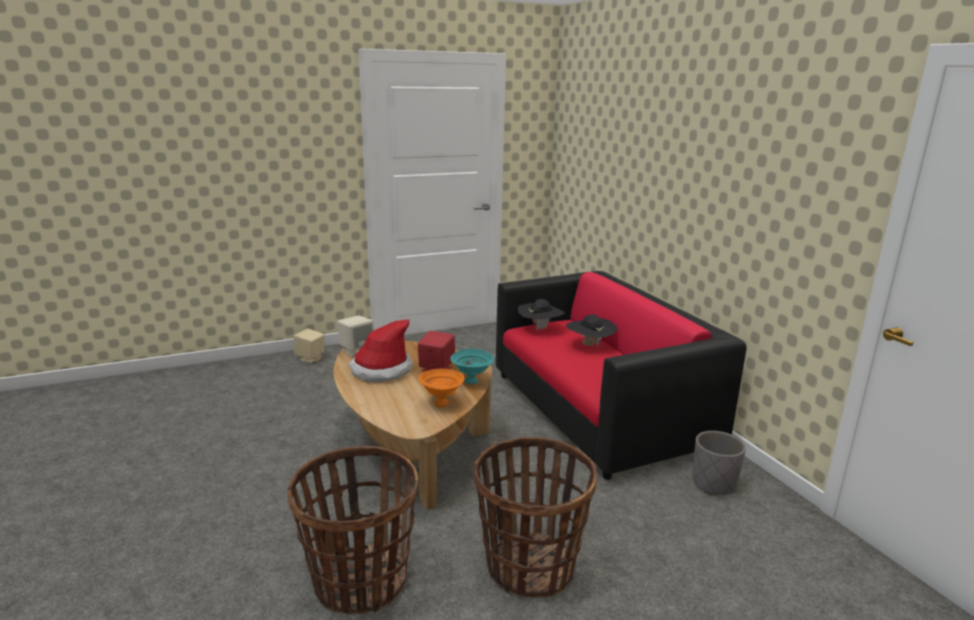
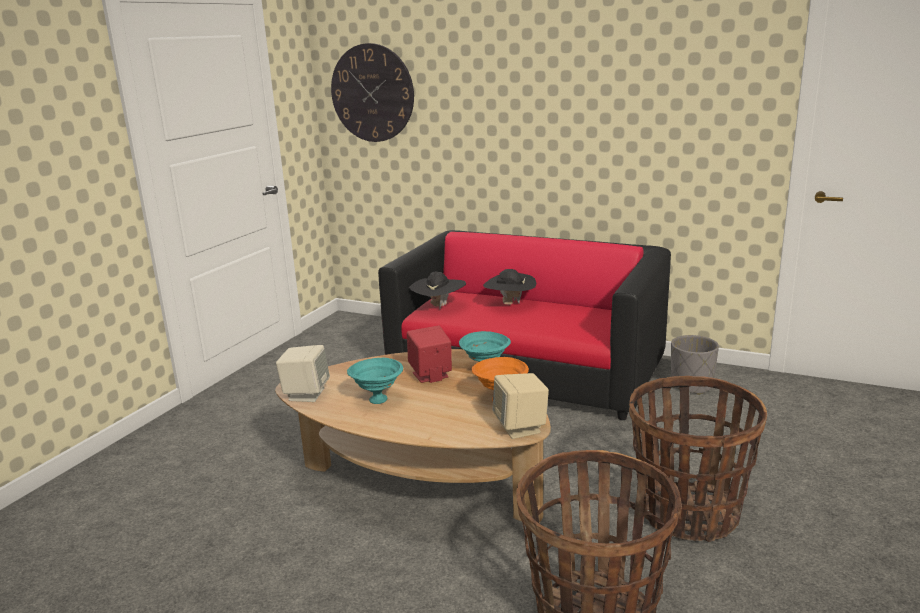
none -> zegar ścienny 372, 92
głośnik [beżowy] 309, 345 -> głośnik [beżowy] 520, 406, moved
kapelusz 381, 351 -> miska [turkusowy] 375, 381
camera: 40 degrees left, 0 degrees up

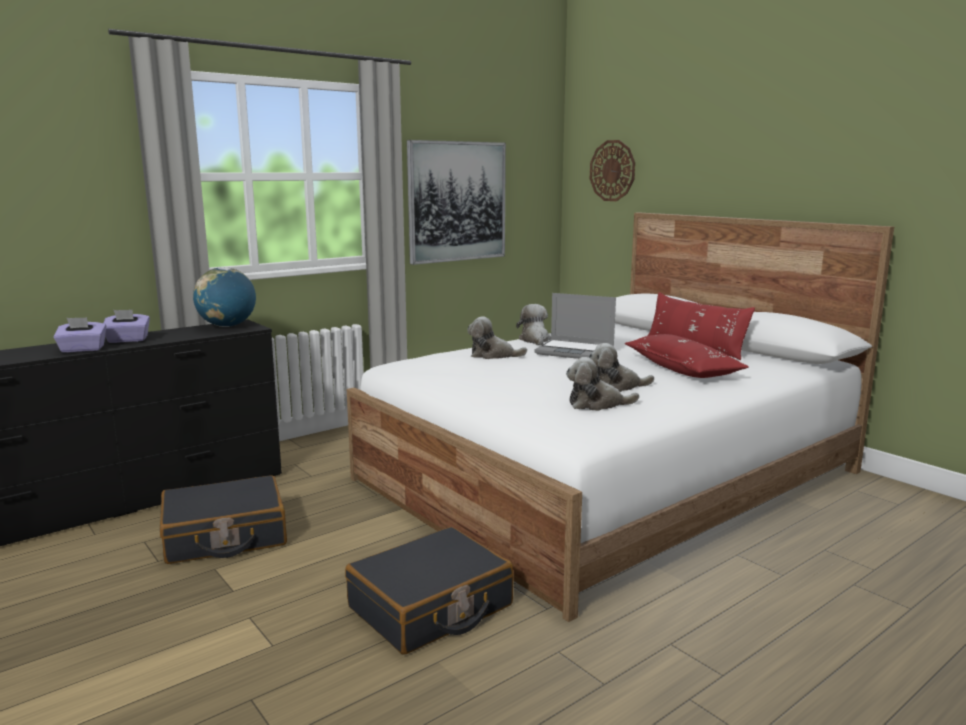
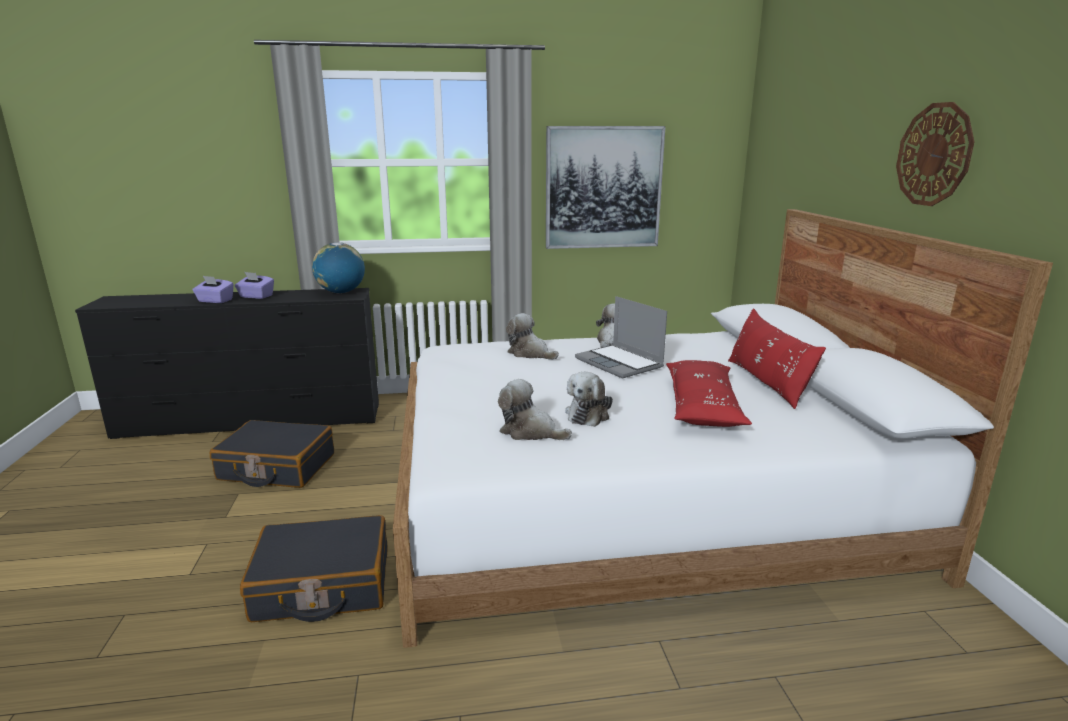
zegar ścienny 612, 170 -> zegar ścienny 935, 154, moved
pluszak 621, 367 -> pluszak 589, 399, 90 degrees counterclockwise
camera: 30 degrees right, 5 degrees up

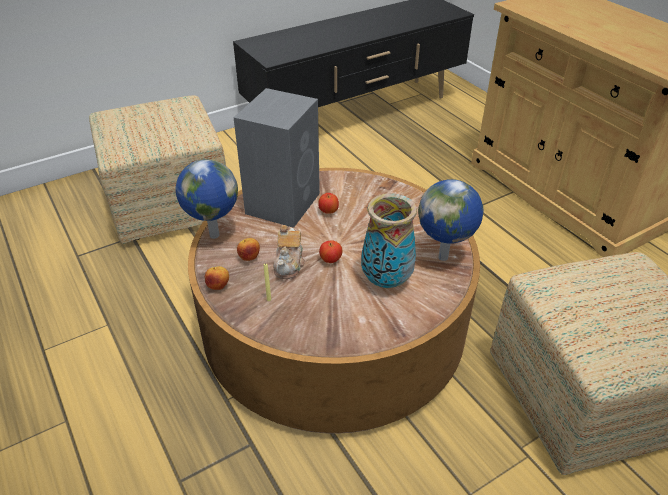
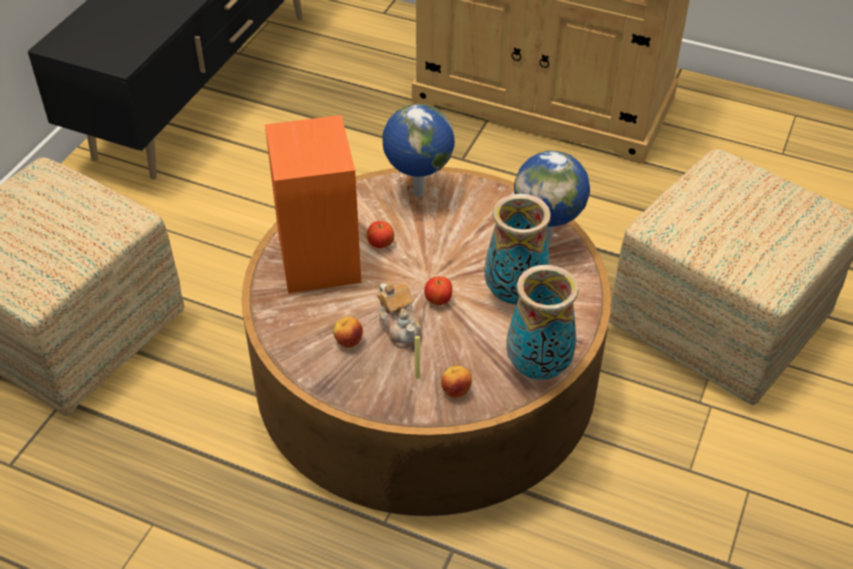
none -> wazon 542, 322
globus 206, 199 -> globus 418, 150, moved
jabłko 217, 278 -> jabłko 456, 382, moved
głośnik [szary] 276, 158 -> głośnik [pomarańczowy] 313, 204
camera: 35 degrees left, 5 degrees up

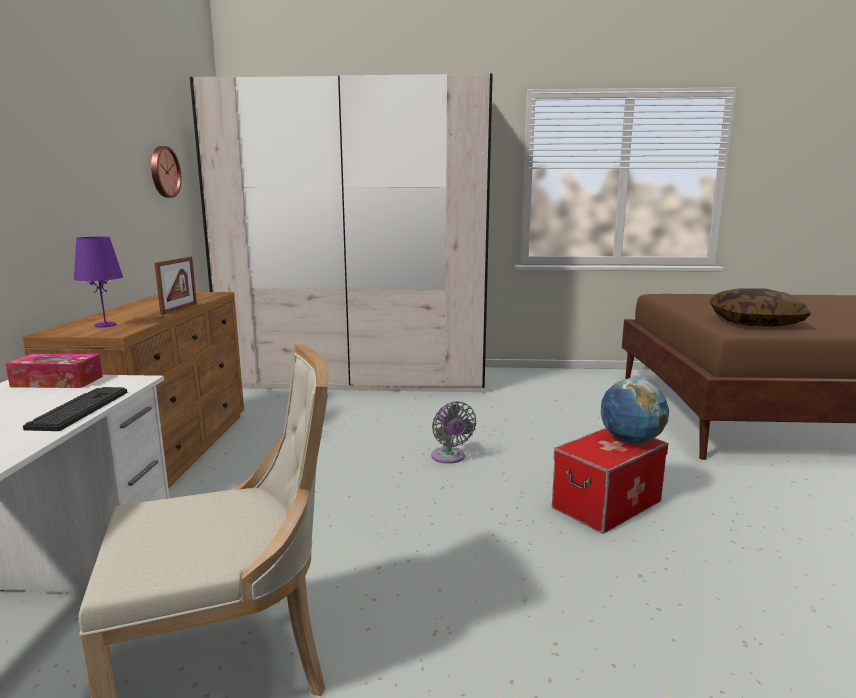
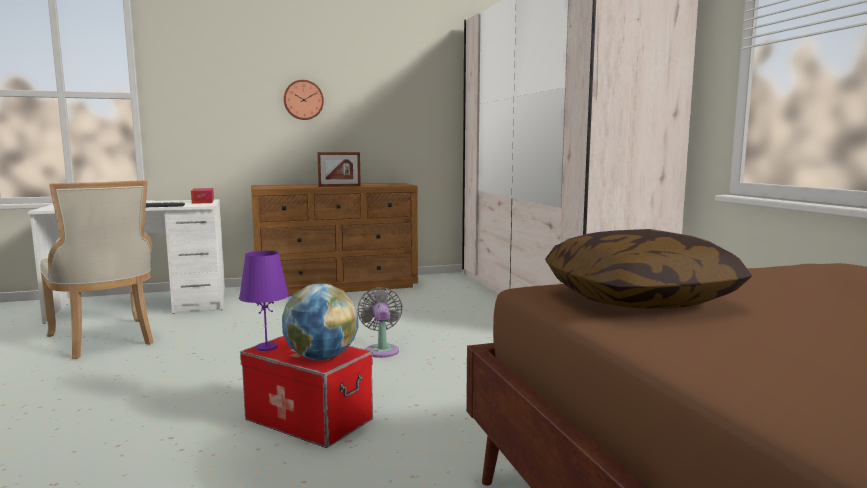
lampa stołowa [fioletowy] 98, 282 -> lampa stołowa [fioletowy] 264, 301, moved
zegar ścienny 166, 172 -> zegar ścienny 304, 100, moved
wentylator [szary] 454, 432 -> wentylator [szary] 380, 322, 120 degrees clockwise
camera: 70 degrees right, 5 degrees down

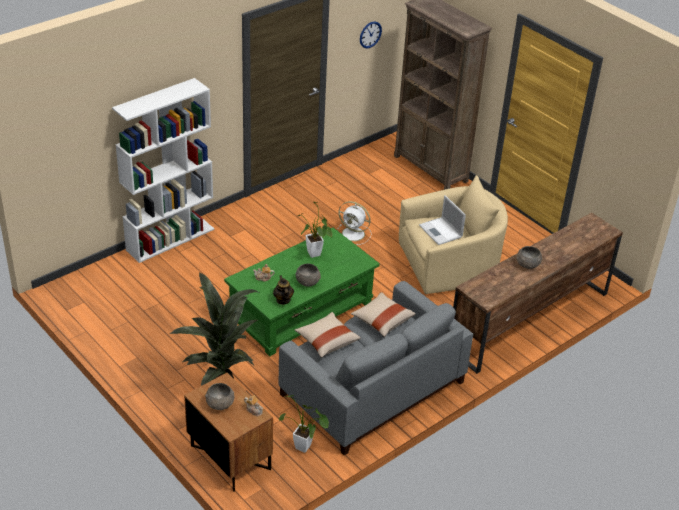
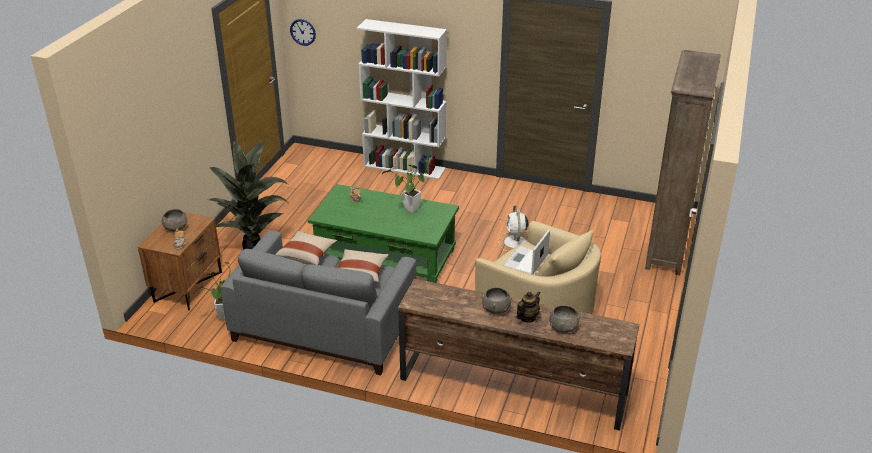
imbryk 283, 290 -> imbryk 528, 307, moved
miska [szary] 308, 275 -> miska [szary] 564, 319, moved
zegar ścienny 371, 34 -> zegar ścienny 303, 32, moved
camera: 60 degrees right, 5 degrees down

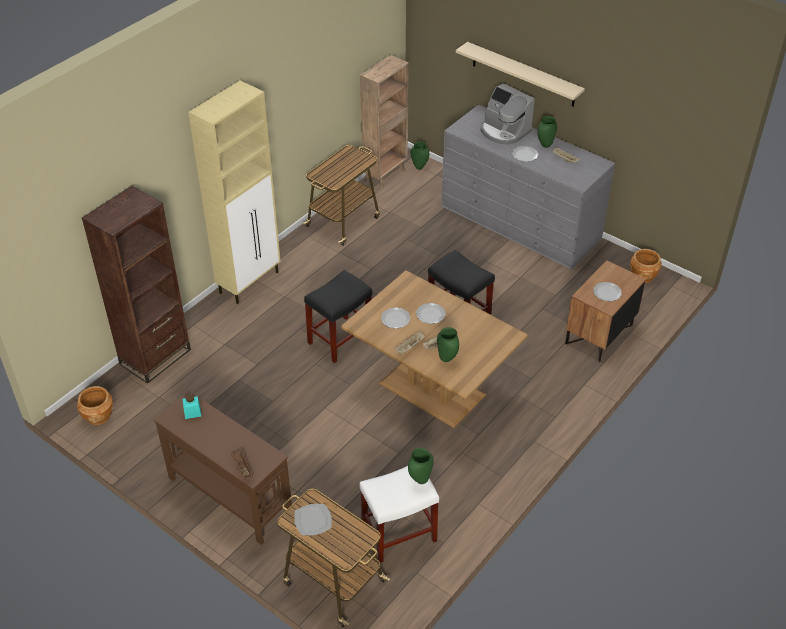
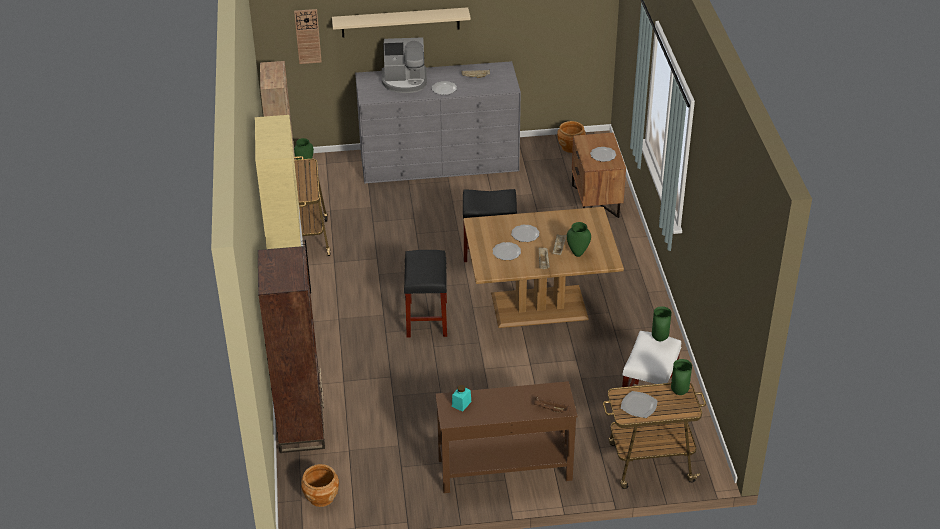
none -> zegar ścienny 308, 36
wazon [zielony] 547, 132 -> wazon [zielony] 681, 377, moved
camera: 45 degrees left, 5 degrees down

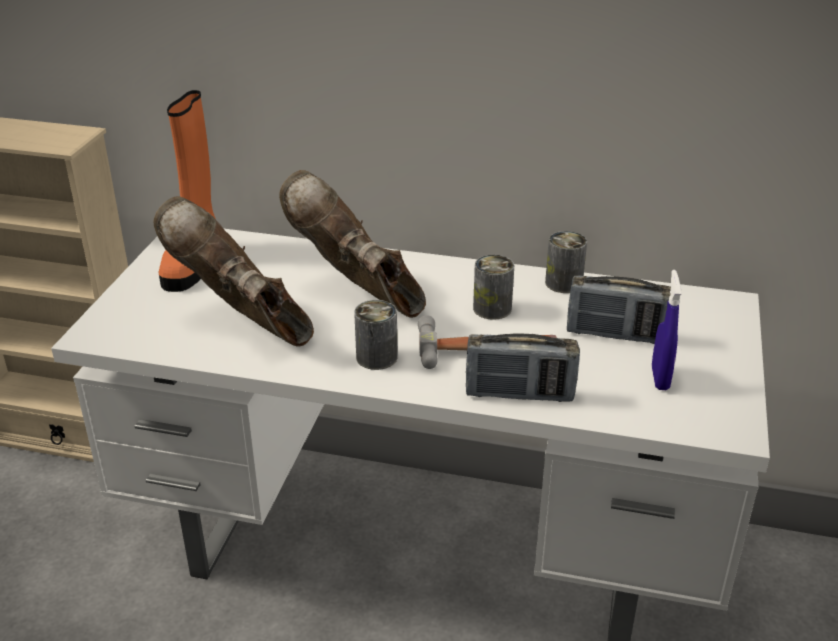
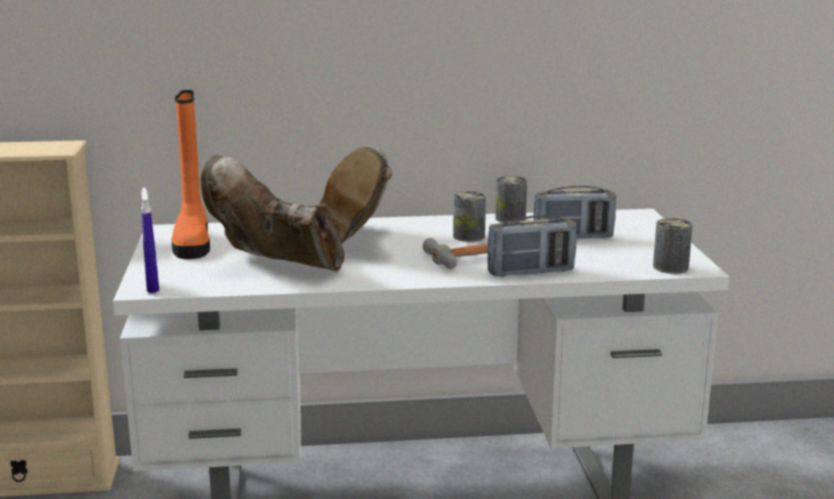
puszka 376, 335 -> puszka 673, 246, moved
spryskiwacz [niebieski] 666, 330 -> spryskiwacz [niebieski] 150, 240, moved
but z cholewką [brązowy] 352, 244 -> but z cholewką [brązowy] 355, 194, 105 degrees counterclockwise
camera: 20 degrees left, 15 degrees down

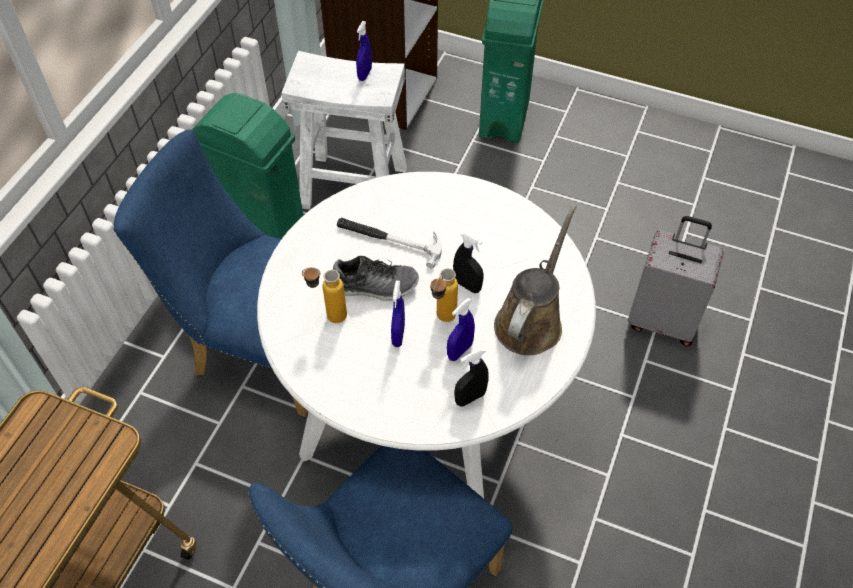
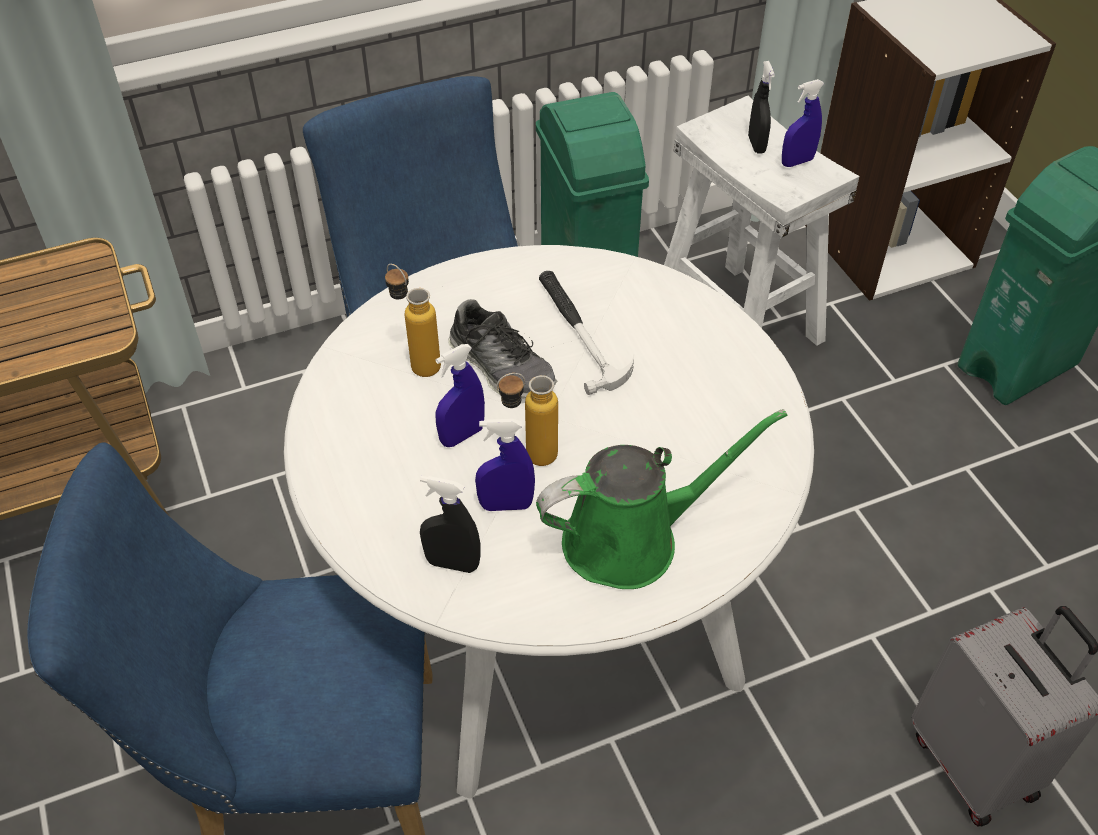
spryskiwacz [czarny] 468, 262 -> spryskiwacz [czarny] 761, 107, moved
konewka [brązowy] 535, 279 -> konewka [zielony] 661, 499
camera: 45 degrees right, 5 degrees down

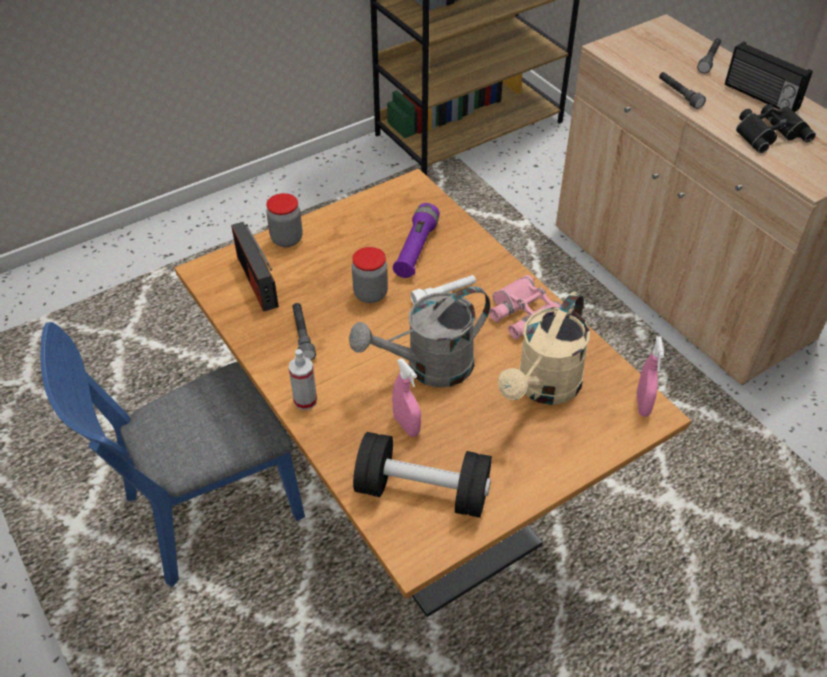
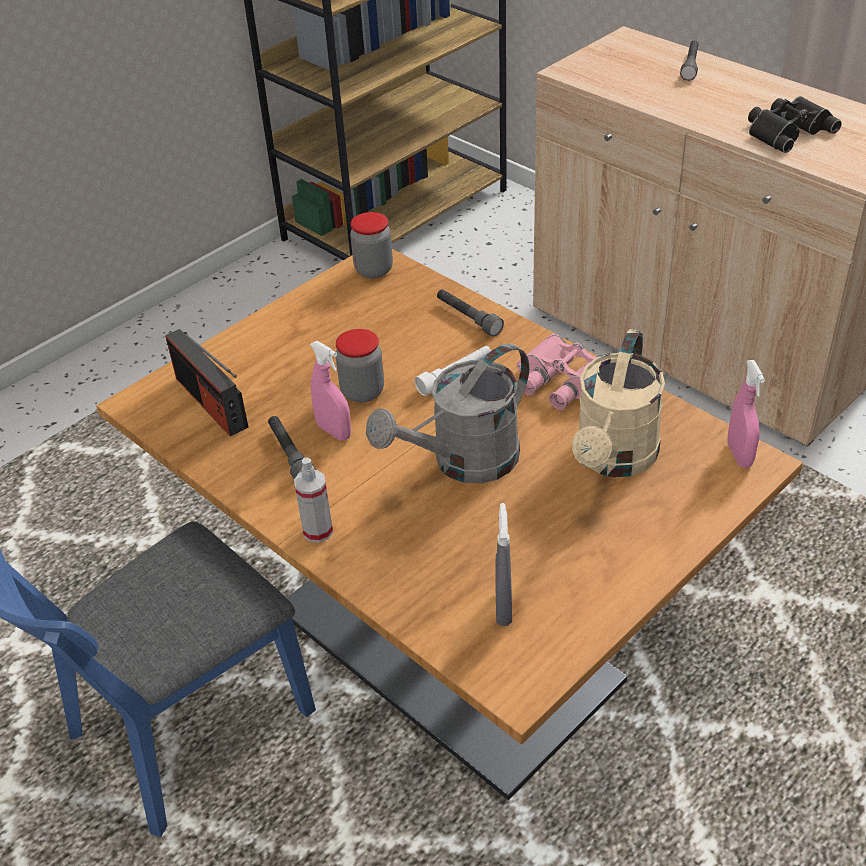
latarka [fioletowy] 416, 240 -> none
radio 769, 76 -> none
słoik 284, 220 -> słoik 371, 245, moved
spryskiwacz [różowy] 406, 397 -> spryskiwacz [różowy] 330, 390, moved
latarka [szary] 682, 90 -> latarka [szary] 470, 313, moved
hantel [czarny] 422, 475 -> spryskiwacz [szary] 503, 564
camera: 10 degrees left, 5 degrees down

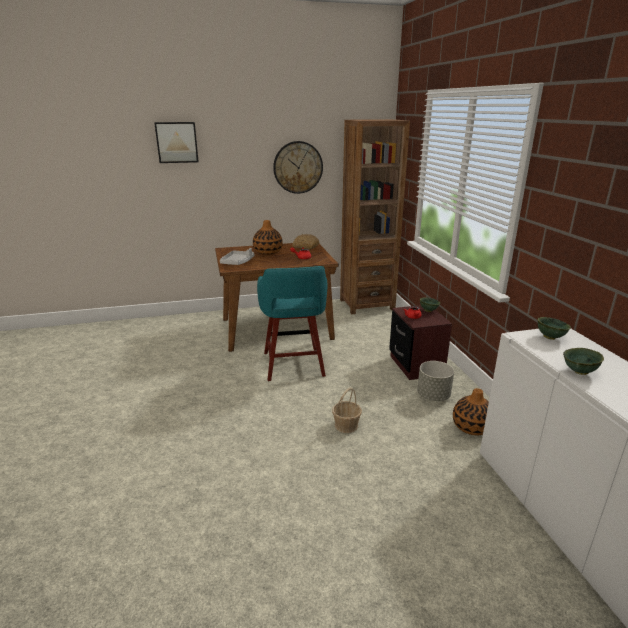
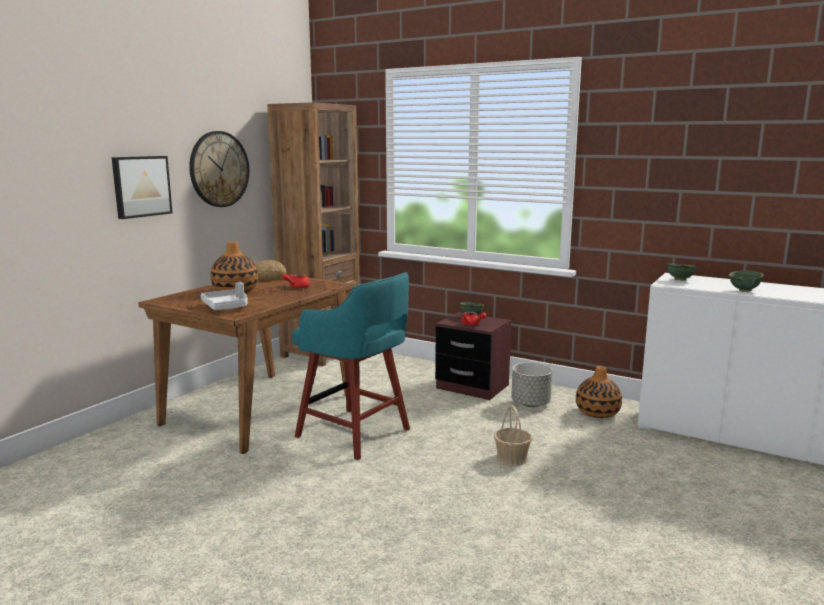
obraz 176, 142 -> obraz 142, 187, moved
camera: 45 degrees left, 10 degrees down

